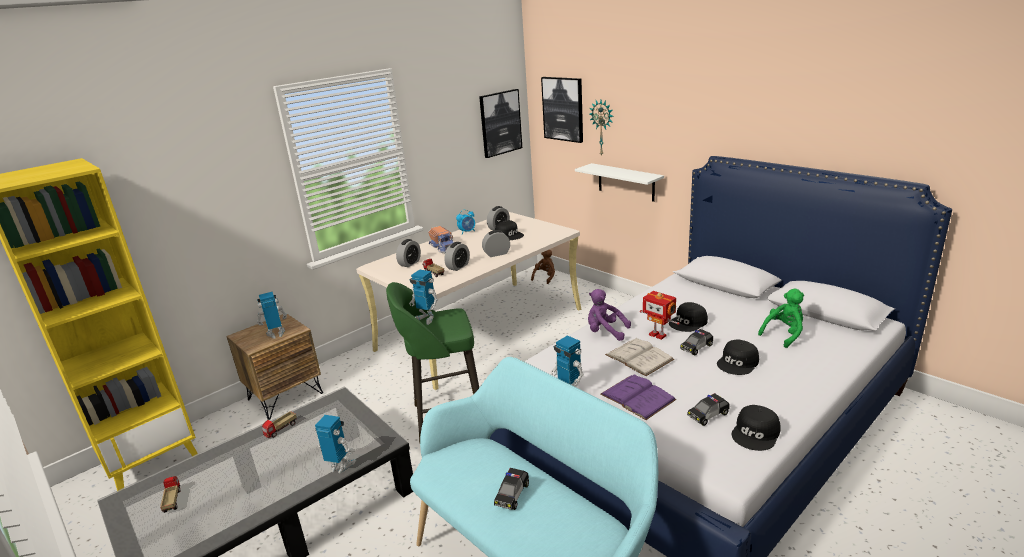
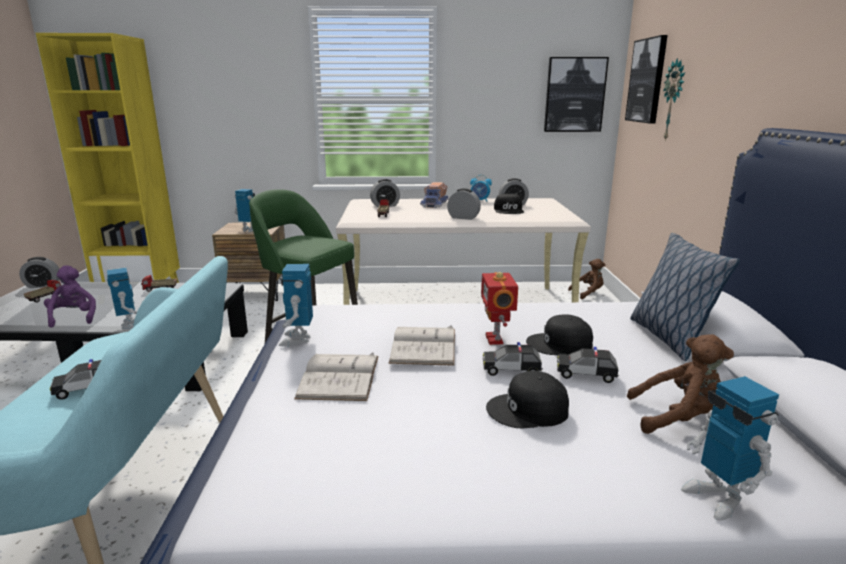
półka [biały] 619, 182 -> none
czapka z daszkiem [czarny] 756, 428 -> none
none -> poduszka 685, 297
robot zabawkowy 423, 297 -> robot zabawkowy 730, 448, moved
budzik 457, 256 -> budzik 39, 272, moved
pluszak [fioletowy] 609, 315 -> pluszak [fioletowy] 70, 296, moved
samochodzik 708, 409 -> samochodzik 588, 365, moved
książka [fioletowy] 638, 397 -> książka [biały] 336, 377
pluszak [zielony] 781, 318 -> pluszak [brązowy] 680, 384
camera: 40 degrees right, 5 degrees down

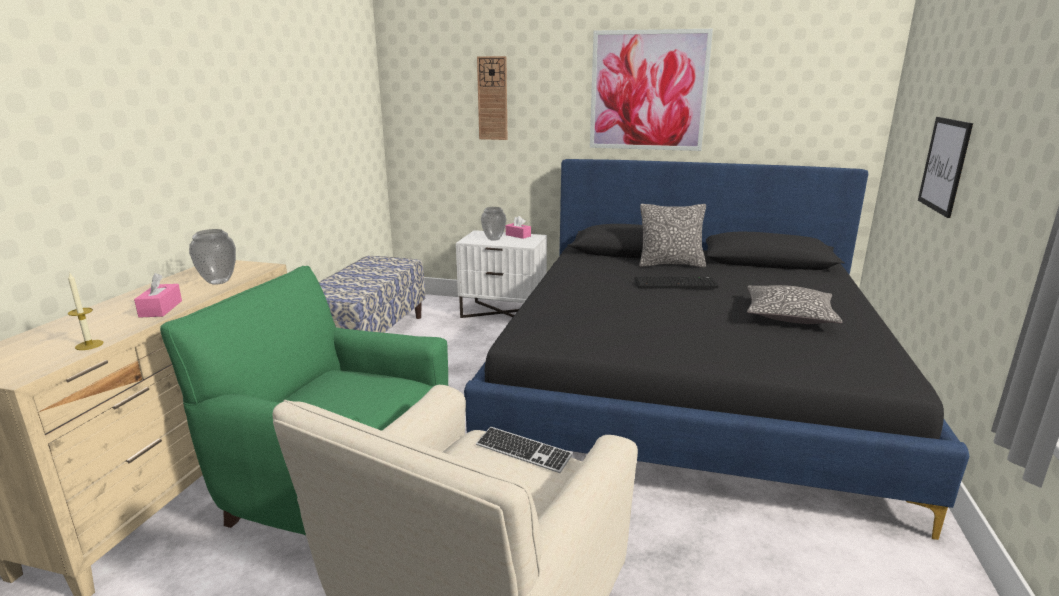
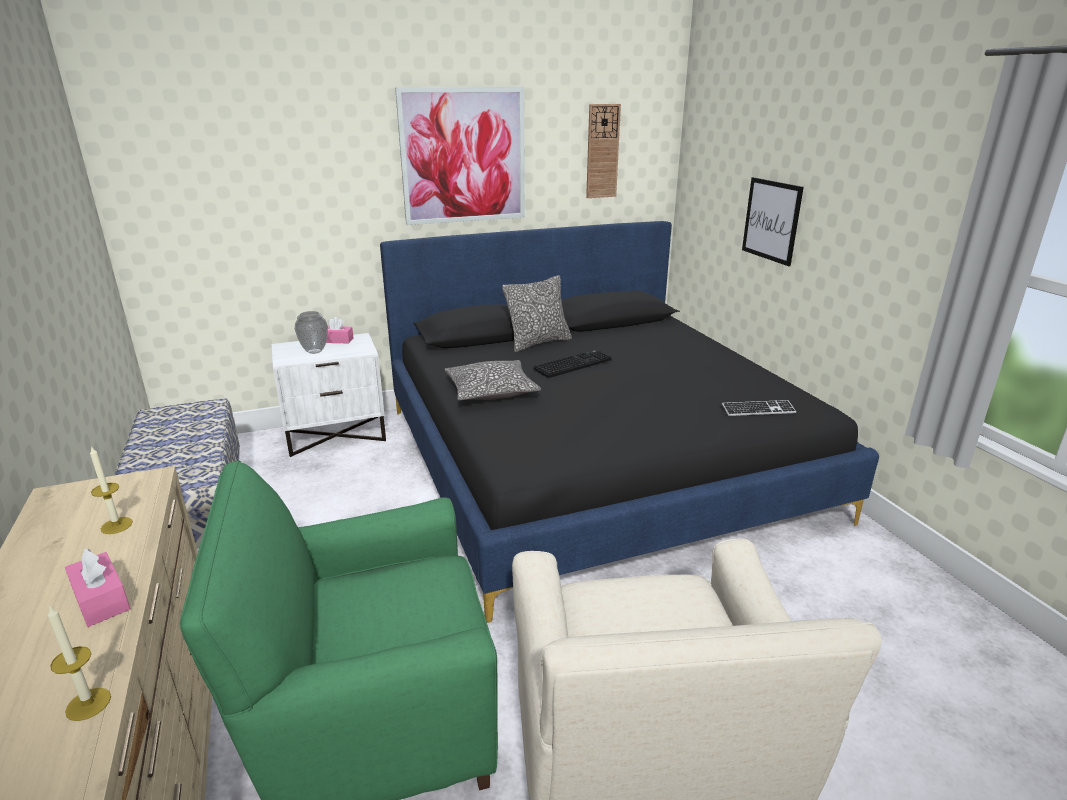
klawiatura 524, 450 -> klawiatura 759, 408, moved
zegar ścienny 492, 98 -> zegar ścienny 603, 151, moved
poduszka 794, 304 -> poduszka 493, 380, moved
wazon 212, 257 -> świeca 111, 490
camera: 35 degrees left, 5 degrees up

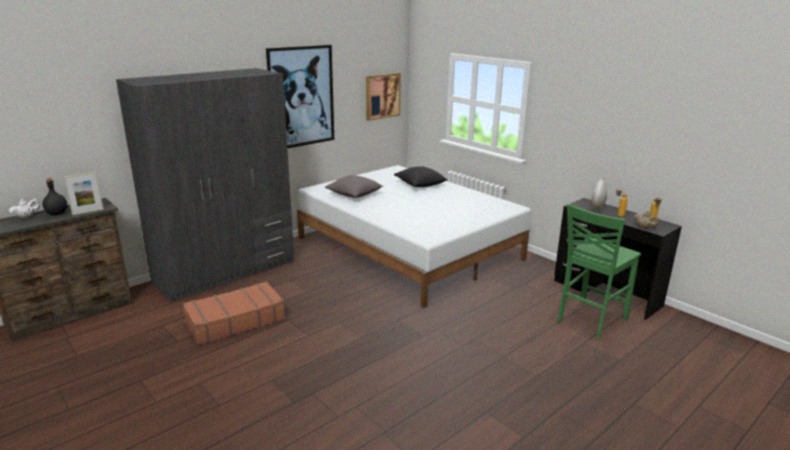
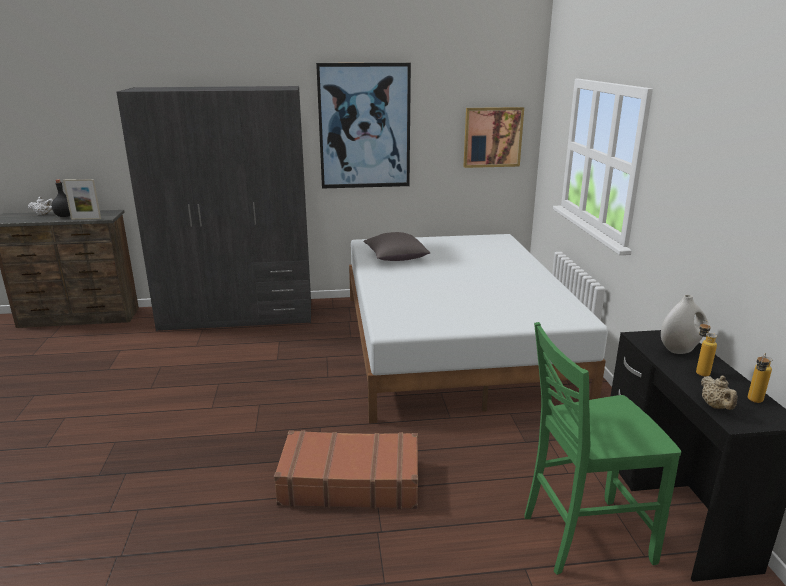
poduszka [czarny] 421, 176 -> none
walizka [brązowy] 234, 313 -> walizka [brązowy] 346, 469, moved
camera: 35 degrees right, 0 degrees up

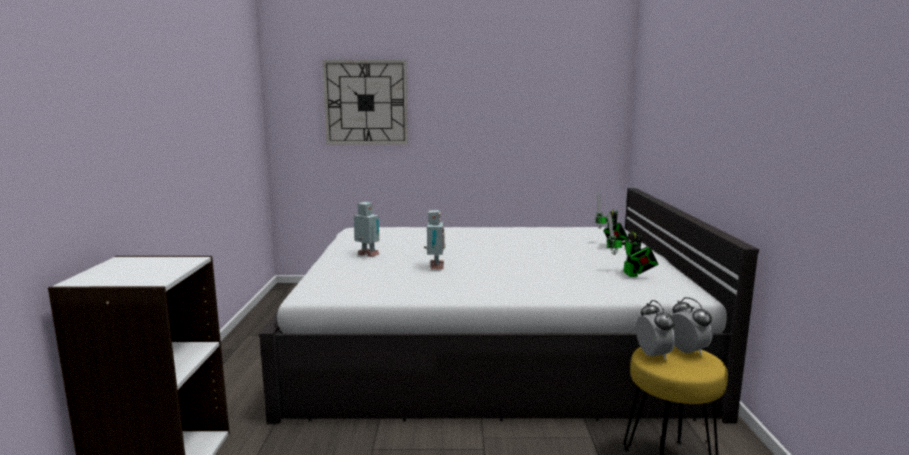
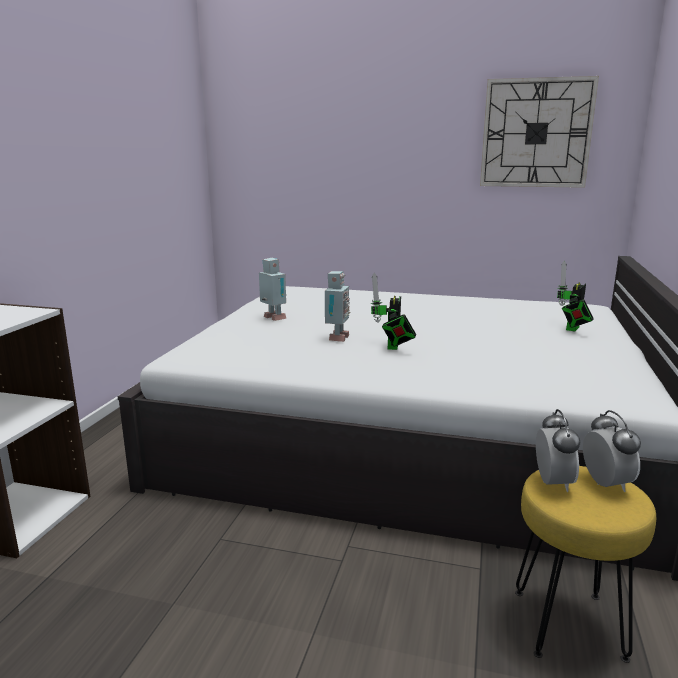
zegar ścienny 365, 102 -> zegar ścienny 539, 132, moved
robot zabawkowy 632, 245 -> robot zabawkowy 393, 311, moved
camera: 15 degrees right, 5 degrees up

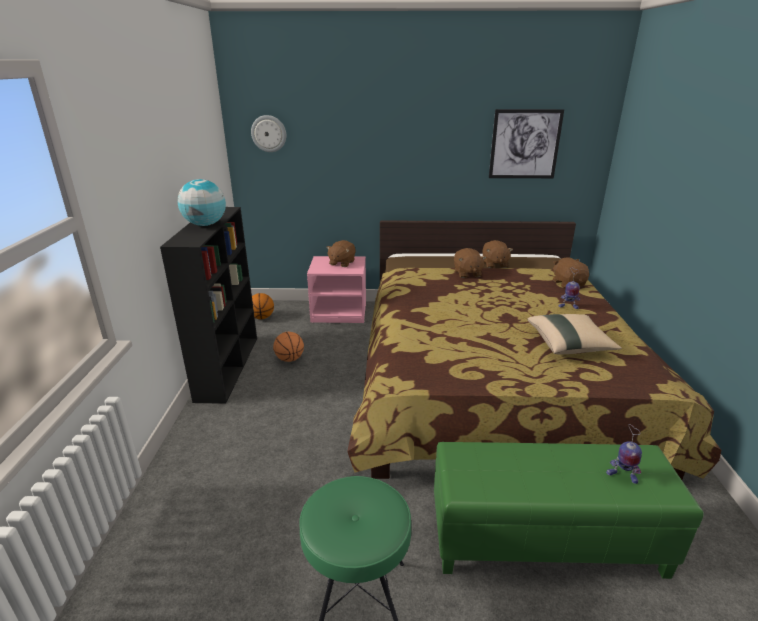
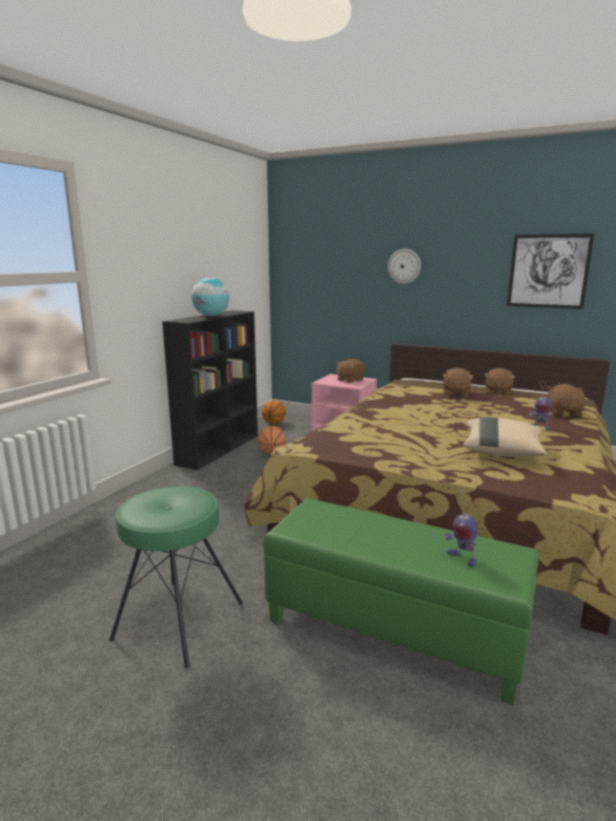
zegar ścienny 268, 133 -> zegar ścienny 404, 266, moved
camera: 25 degrees right, 10 degrees down

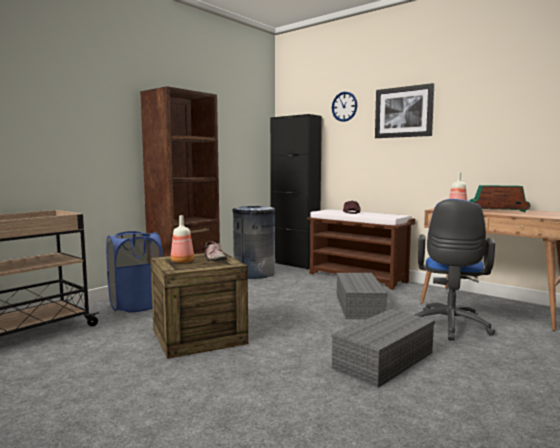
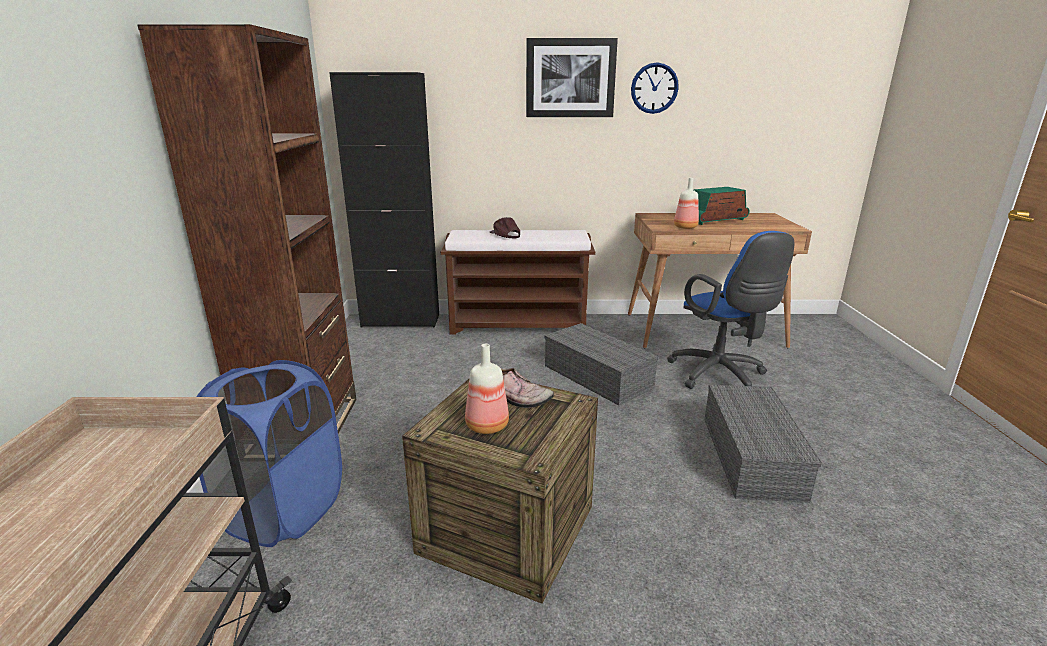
kosz na śmieci [szary] 254, 242 -> none
zegar ścienny 344, 107 -> zegar ścienny 655, 88, moved
camera: 40 degrees left, 15 degrees up

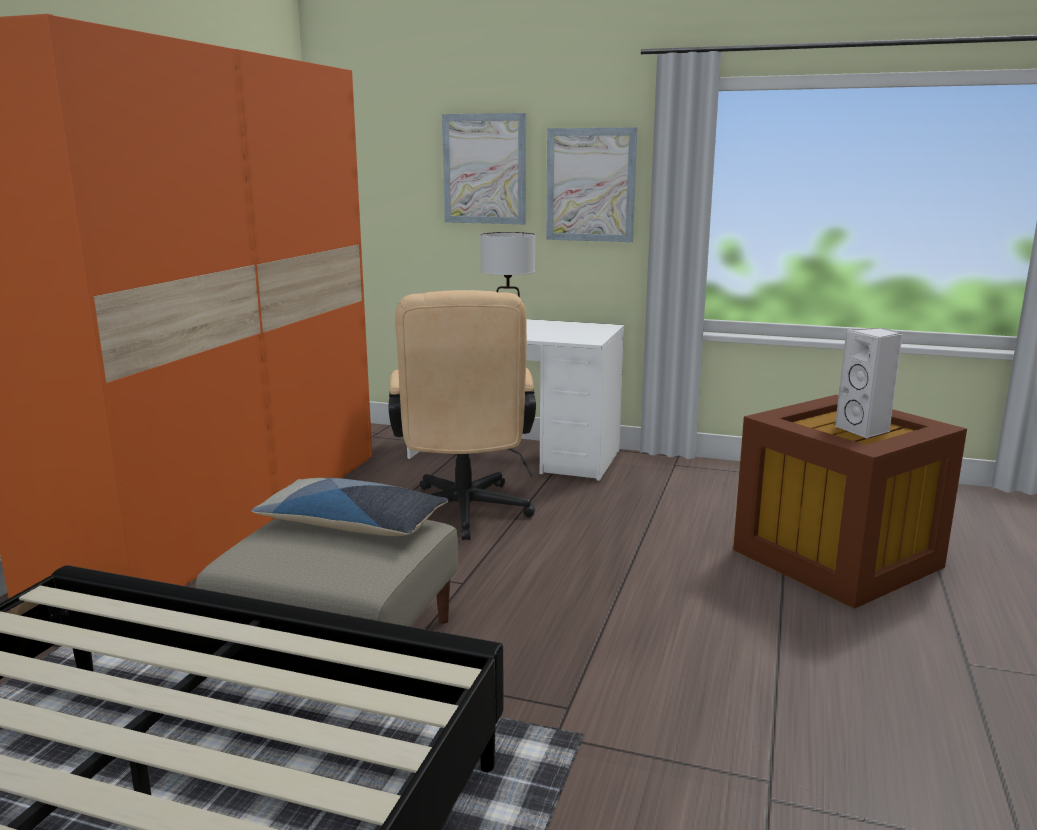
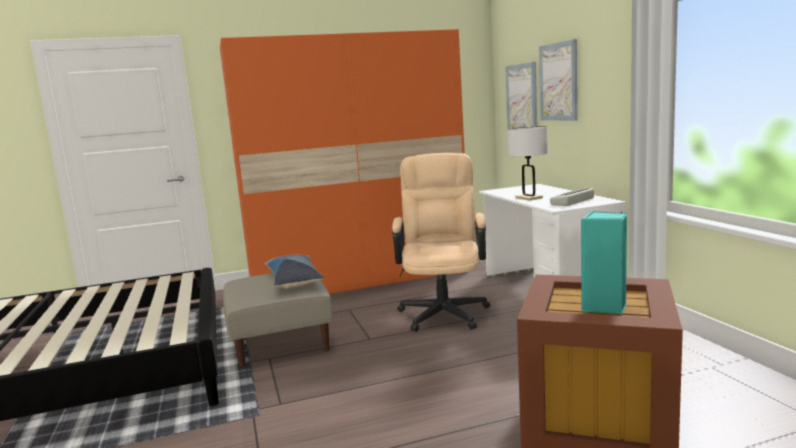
none -> klawiatura 572, 197
obraz 591, 184 -> obraz 521, 97, moved
głośnik [biały] 869, 383 -> głośnik [turkusowy] 604, 262
krzesło biurowe [beżowy] 462, 415 -> krzesło biurowe [beżowy] 441, 242, 135 degrees clockwise
camera: 55 degrees right, 5 degrees down

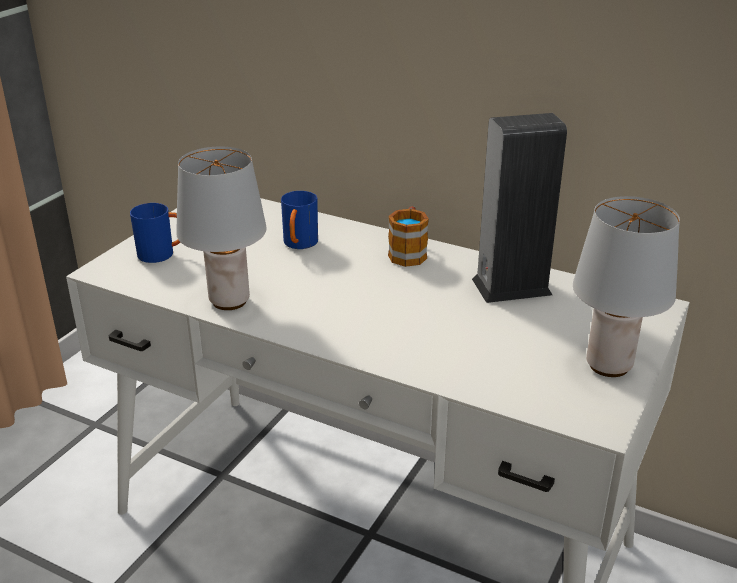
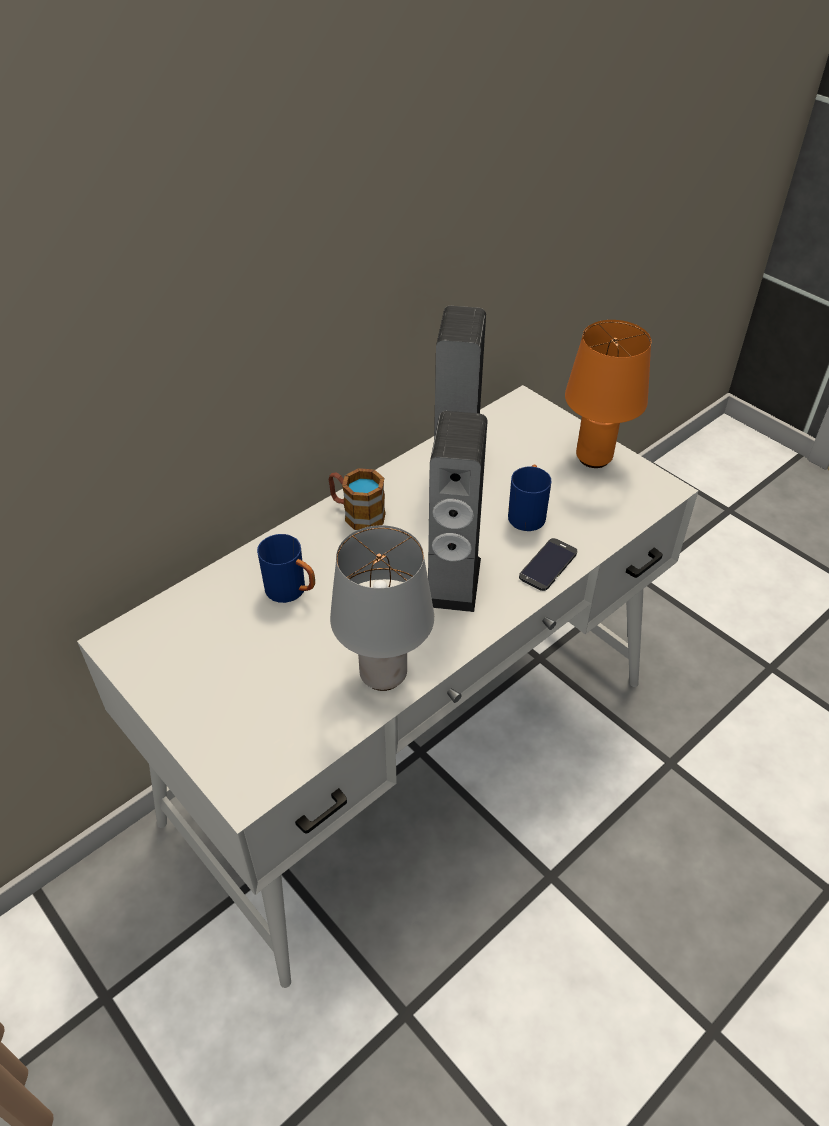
none -> głośnik 457, 511
none -> telefon 548, 564
kubek [niebieski] 155, 233 -> kubek [niebieski] 529, 498, moved
lampa stołowa [szary] 626, 286 -> lampa stołowa [pomarańczowy] 608, 394
camera: 70 degrees left, 15 degrees up

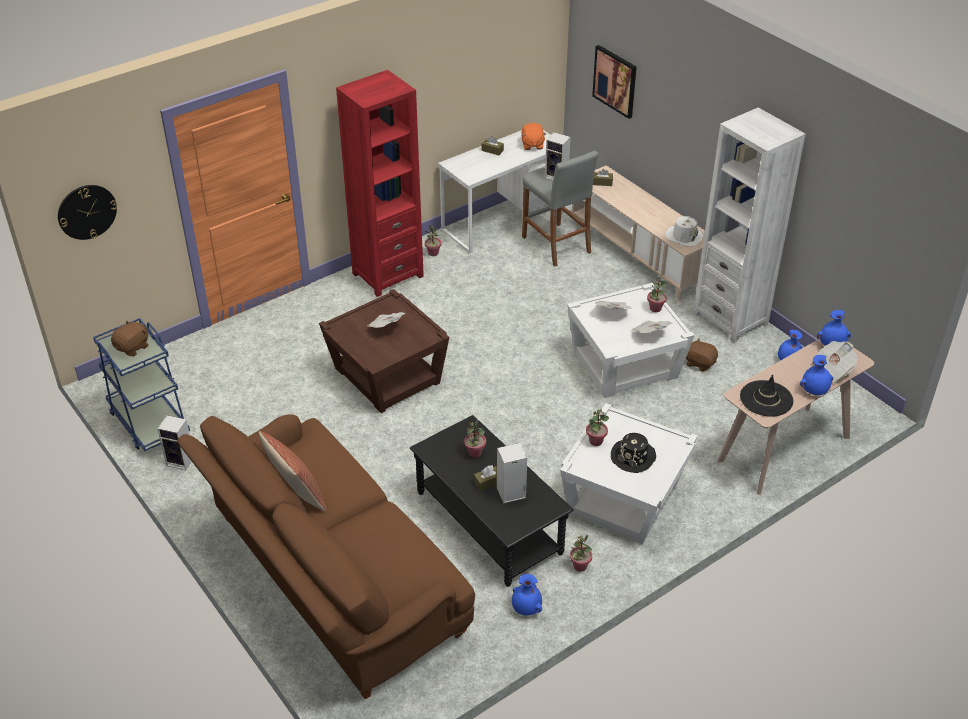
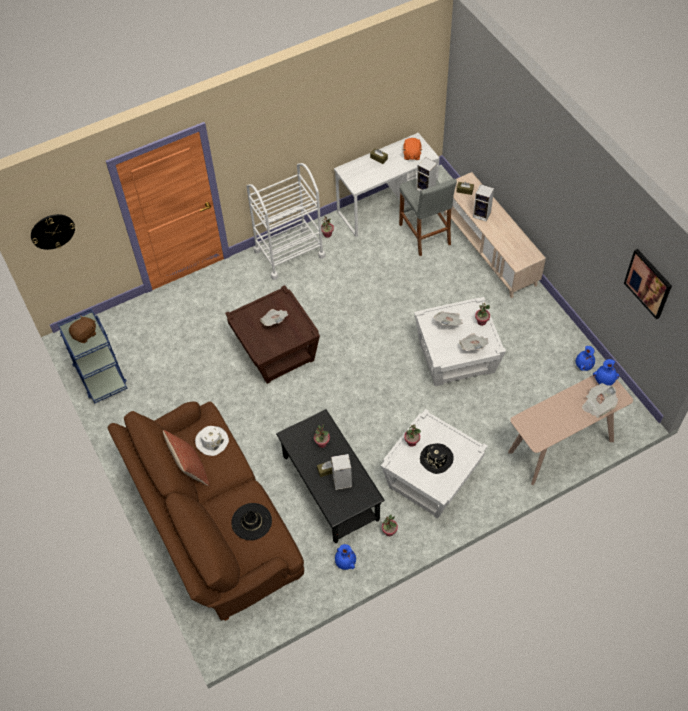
pluszak [brązowy] 702, 355 -> none
regał [biały] 749, 225 -> none
wazon [niebieski] 816, 375 -> none
głośnik 174, 442 -> głośnik 483, 203, moved
obraz 614, 82 -> obraz 648, 284, moved
kapelusz [biały] 684, 231 -> kapelusz [biały] 212, 441, moved
kapelusz [czarny] 766, 396 -> kapelusz [czarny] 251, 521, moved
regał [czerwony] 380, 183 -> wózek [biały] 286, 221
camera: 10 degrees right, 15 degrees up

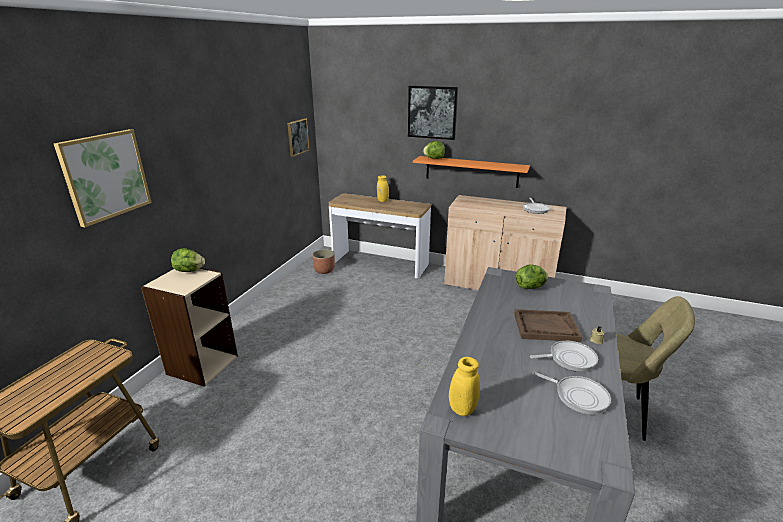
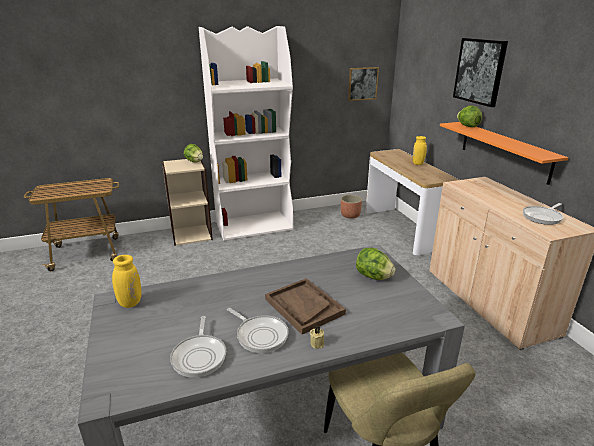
obraz 103, 178 -> none
none -> regał [biały] 246, 133
camera: 50 degrees right, 0 degrees up

